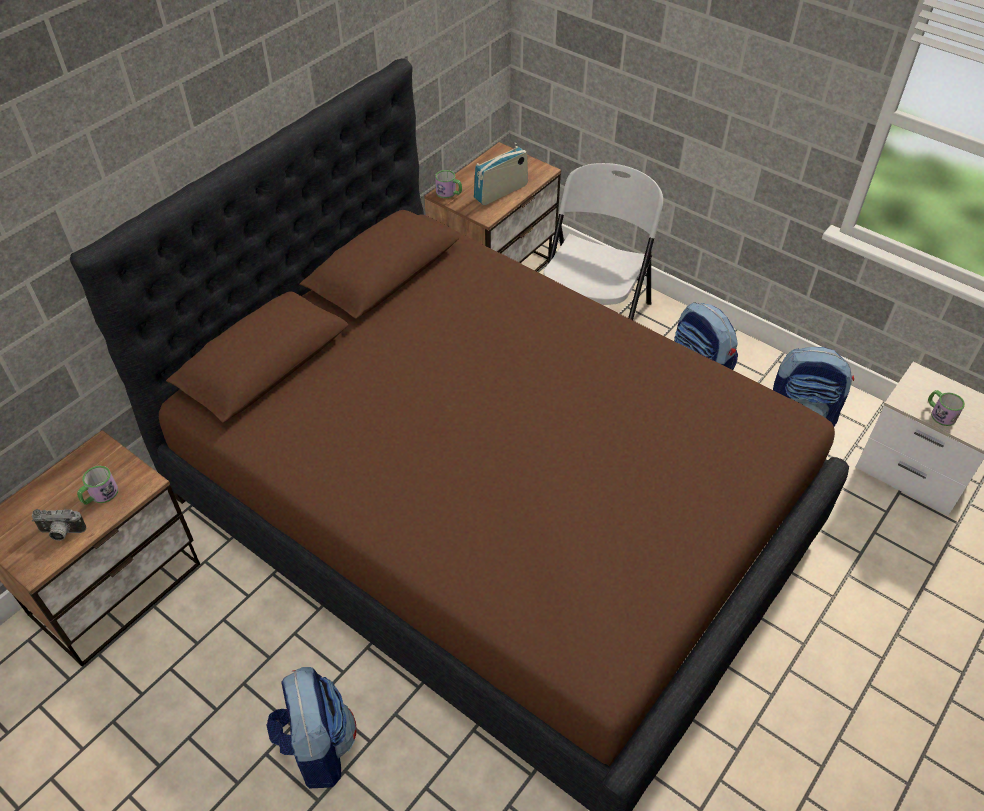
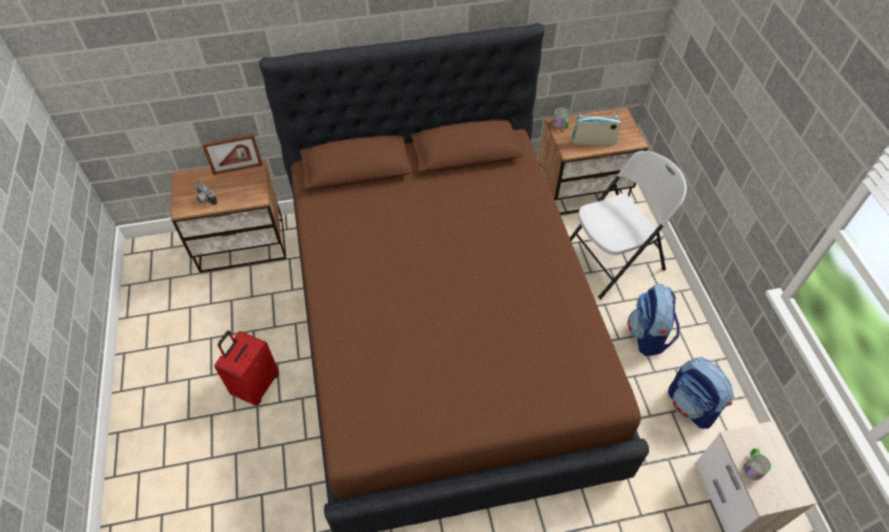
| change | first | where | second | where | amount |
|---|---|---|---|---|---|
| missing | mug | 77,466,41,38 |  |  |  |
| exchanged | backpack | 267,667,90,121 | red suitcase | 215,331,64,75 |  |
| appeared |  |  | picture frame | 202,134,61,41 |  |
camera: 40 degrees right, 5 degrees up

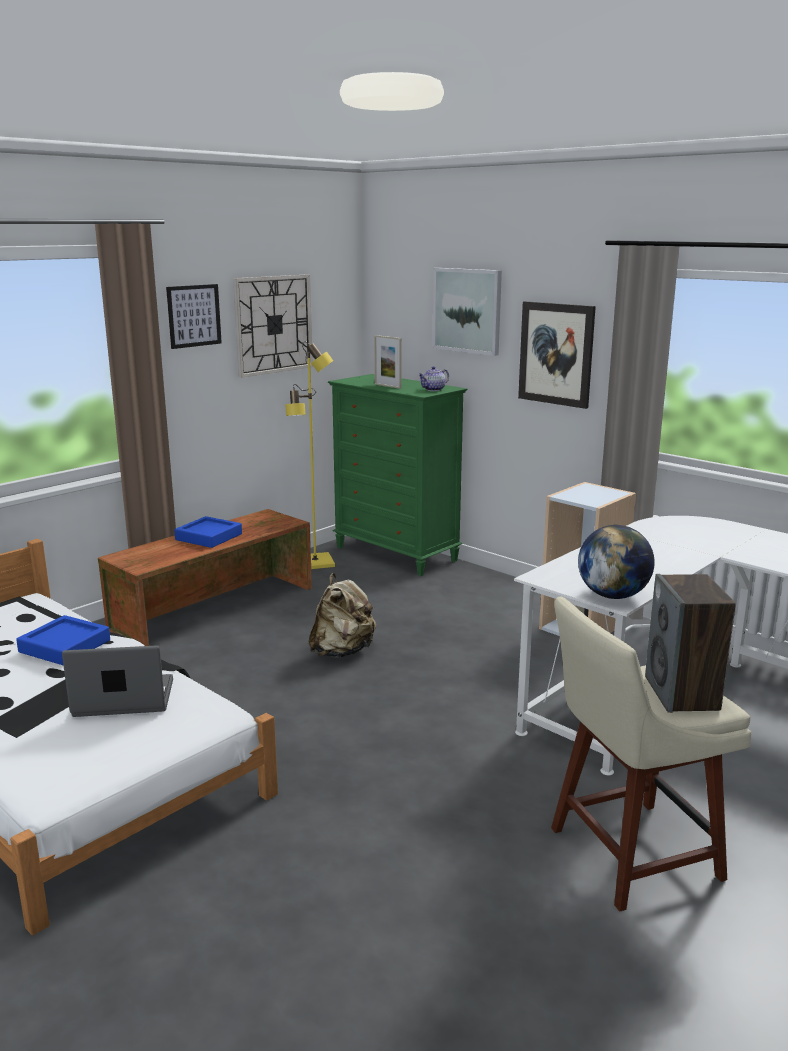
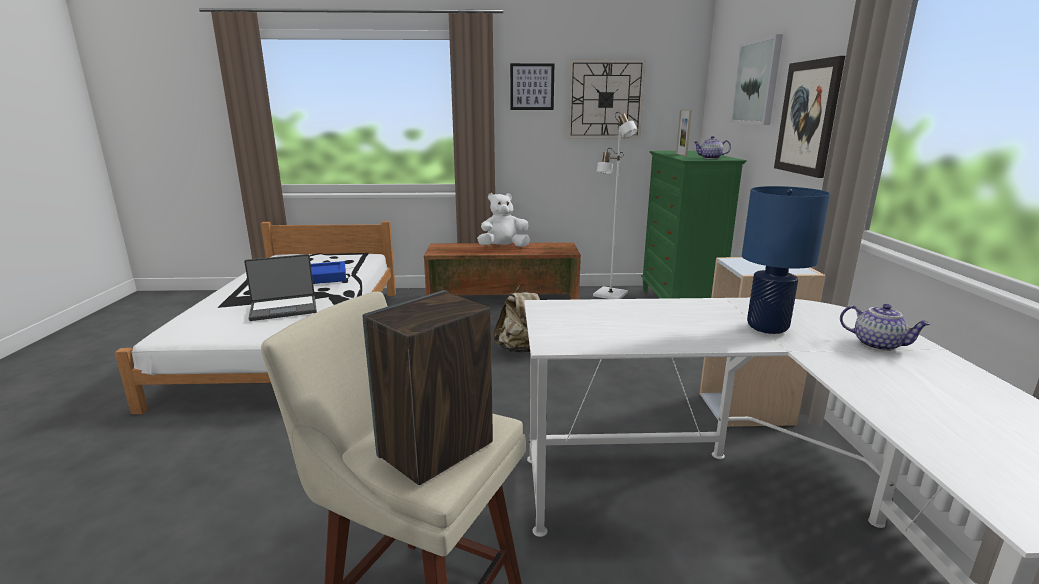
| change | first | where | second | where | amount |
|---|---|---|---|---|---|
| spun | laptop | 62,645,111,72 |  | 244,254,73,67 | 120 degrees clockwise |
| exchanged | blue tray | 174,516,68,32 | white plush toy | 477,193,53,54 |  |
| colour | yellow floor lamp | 285,341,50,228 | white floor lamp | 593,112,45,187 |  |
| missing | globe | 578,525,77,74 |  |  |  |
| appeared |  |  | blue table lamp | 742,186,88,148 |  |
| appeared |  |  | teapot | 840,304,91,47 |  |
camera: 45 degrees right, 0 degrees up

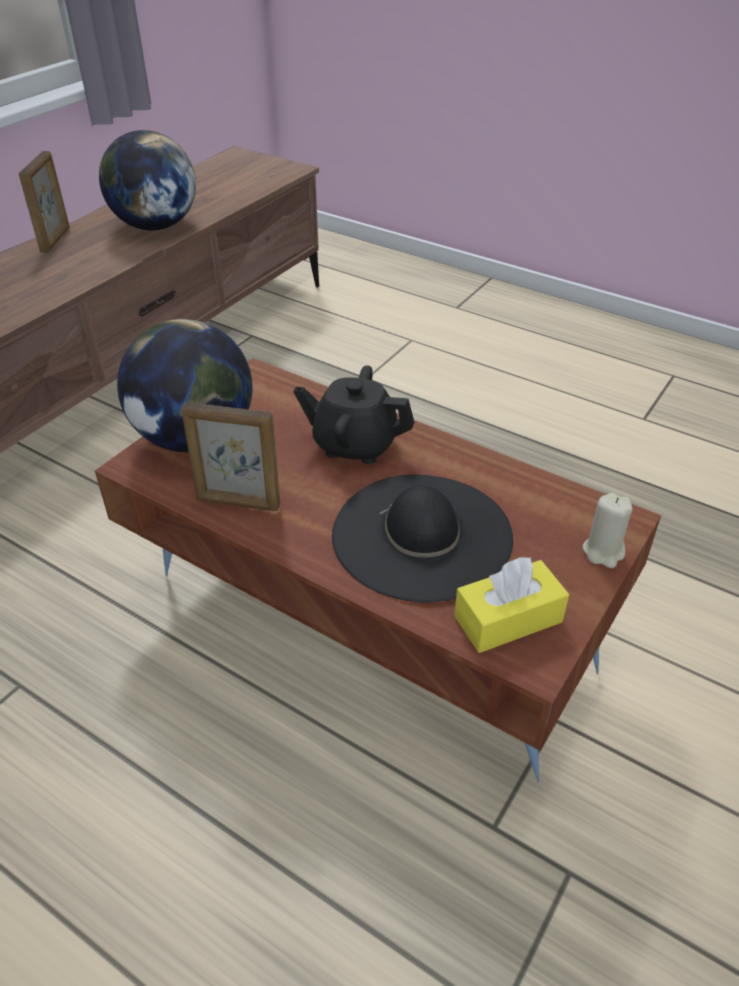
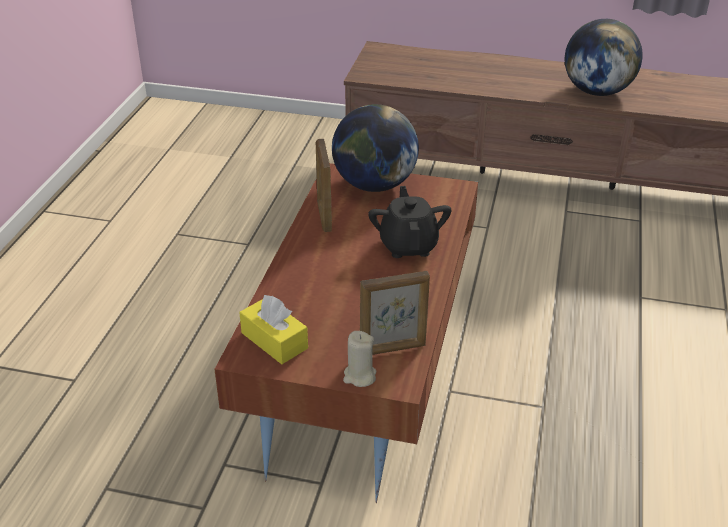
| change | first | where | second | where | amount |
|---|---|---|---|---|---|
| relocated | picture frame | 19,151,51,102 |  | 360,271,70,84 |  |
| missing | black hat | 332,475,181,127 |  |  |  |
camera: 70 degrees right, 5 degrees down

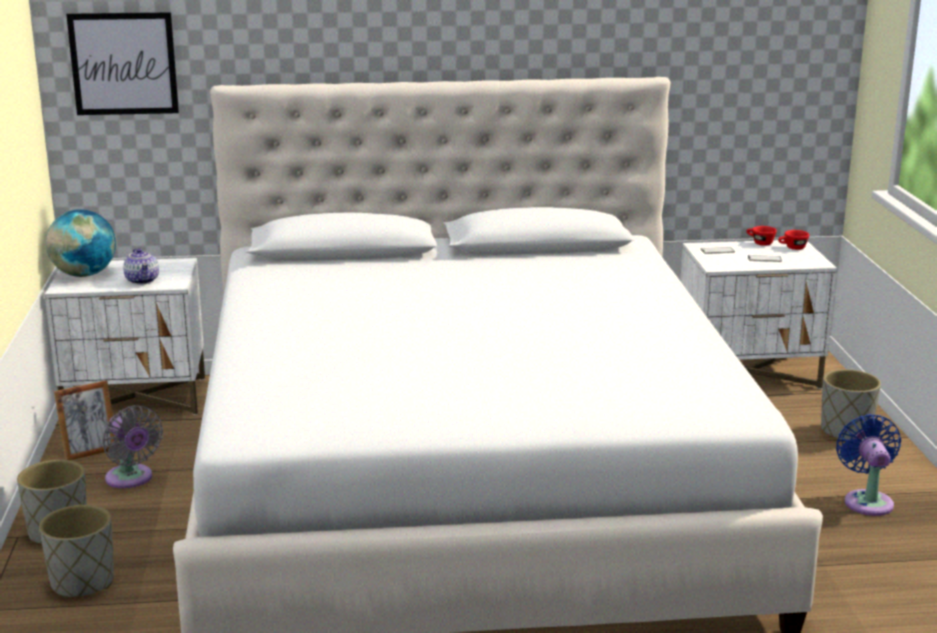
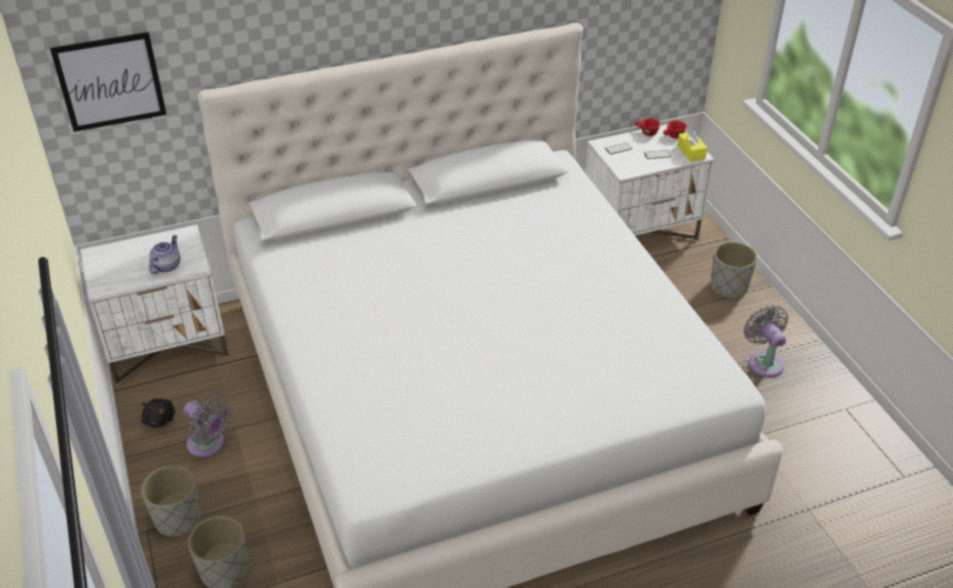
| change | first | where | second | where | amount |
|---|---|---|---|---|---|
| missing | globe | 46,209,70,68 |  |  |  |
| exchanged | picture frame | 54,380,63,80 | black plush toy | 141,399,34,29 |  |
| spun | teapot | 123,248,36,37 |  | 149,235,32,39 | 120 degrees counterclockwise |
| colour | blue fan | 836,414,65,102 | grey fan | 744,305,45,72 |  |
| appeared |  |  | yellow tissue box | 677,129,30,33 |  |
camera: 15 degrees left, 20 degrees up

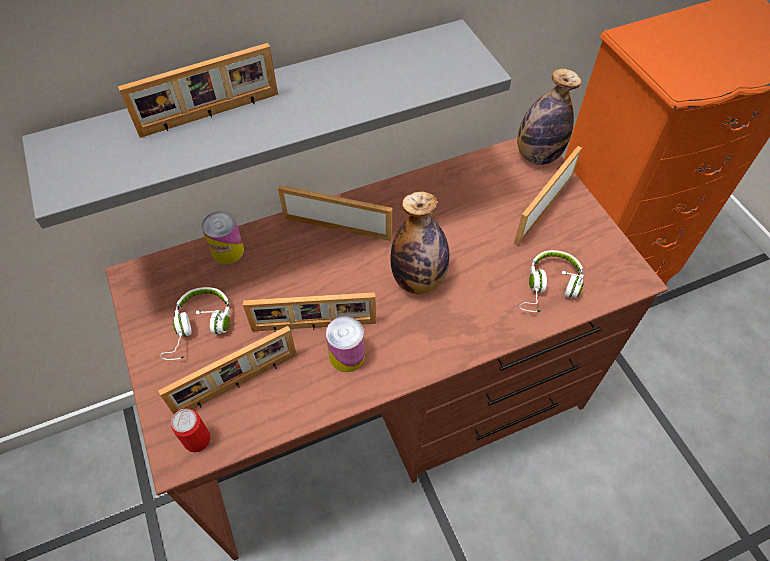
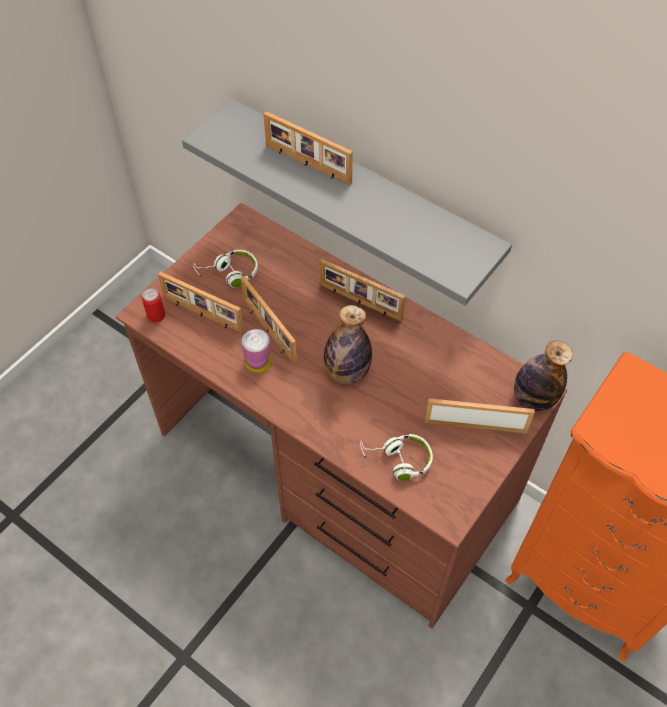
| change | first | where | second | where | amount |
|---|---|---|---|---|---|
| missing | can | 202,211,42,53 |  |  |  |
| spun | picture frame | 278,185,114,56 |  | 320,259,85,62 | 135 degrees clockwise |
camera: 60 degrees right, 0 degrees up

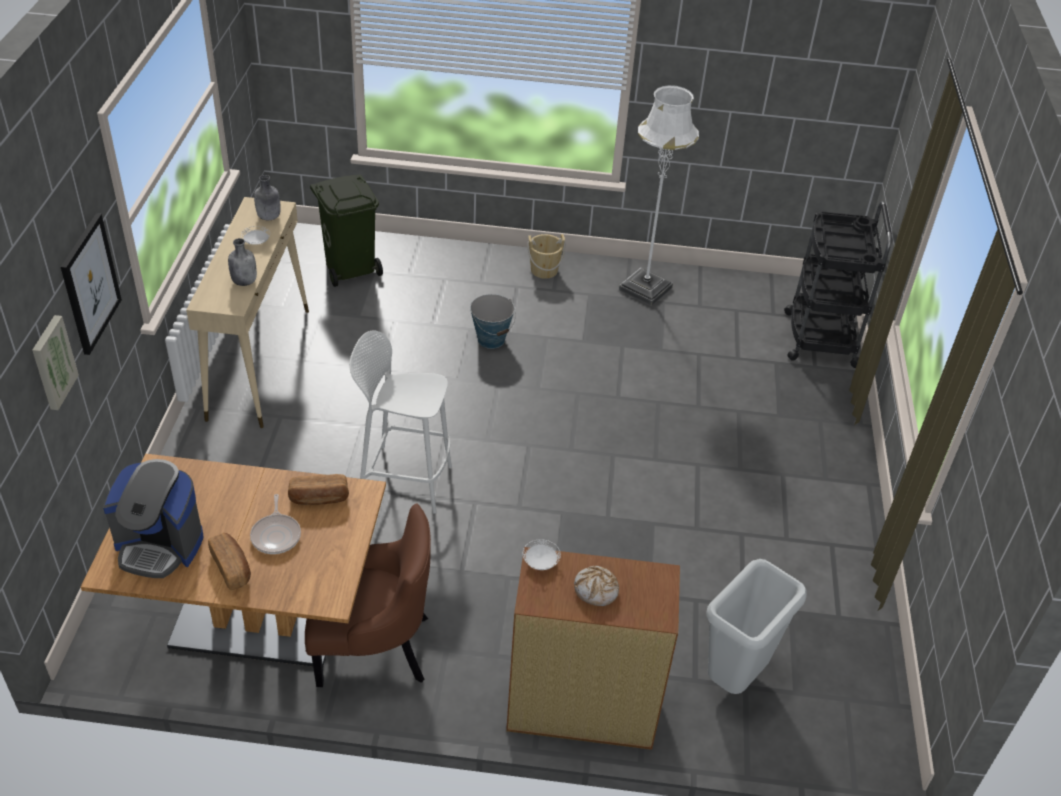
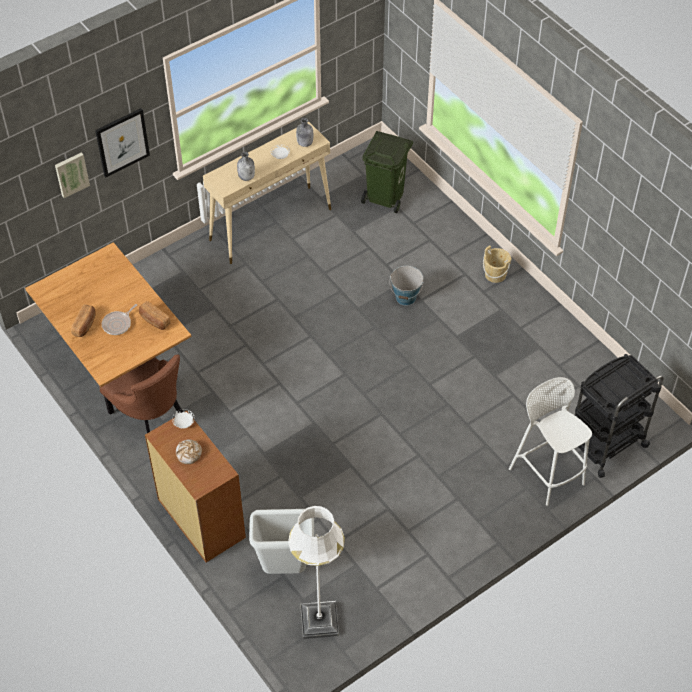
| change | first | where | second | where | amount |
|---|---|---|---|---|---|
| missing | coffee machine | 103,459,101,119 |  |  |  |
| relocated | white stool | 349,330,103,184 |  | 509,377,83,129 |  |
| relocated | white floor lamp | 619,85,80,221 |  | 288,506,57,133 |  |
camera: 50 degrees right, 10 degrees up

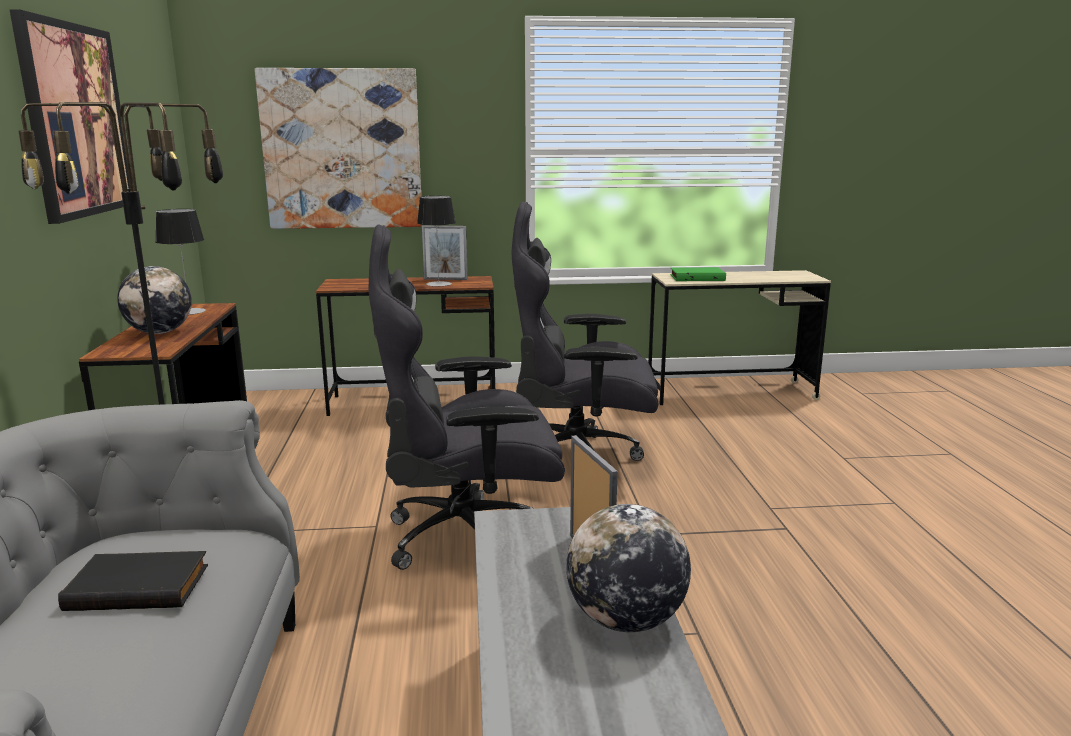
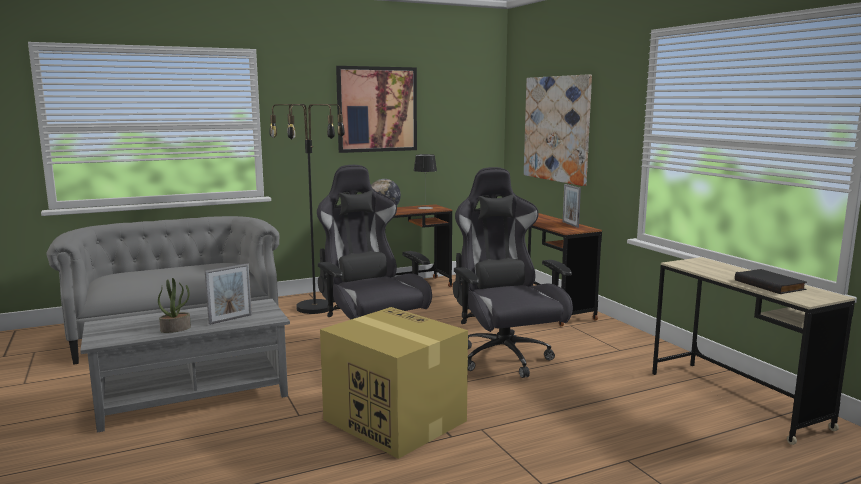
| change | first | where | second | where | amount |
|---|---|---|---|---|---|
| relocated | black book | 58,551,150,60 |  | 735,269,72,25 |  |
| missing | table lamp | 417,196,39,91 |  |  |  |
| exchanged | globe | 566,504,125,128 | potted plant | 158,278,33,55 |  |
| missing | green book | 670,267,56,14 |  |  |  |
| appeared |  |  | cardboard box | 320,307,148,152 |  |
camera: 70 degrees right, 5 degrees down

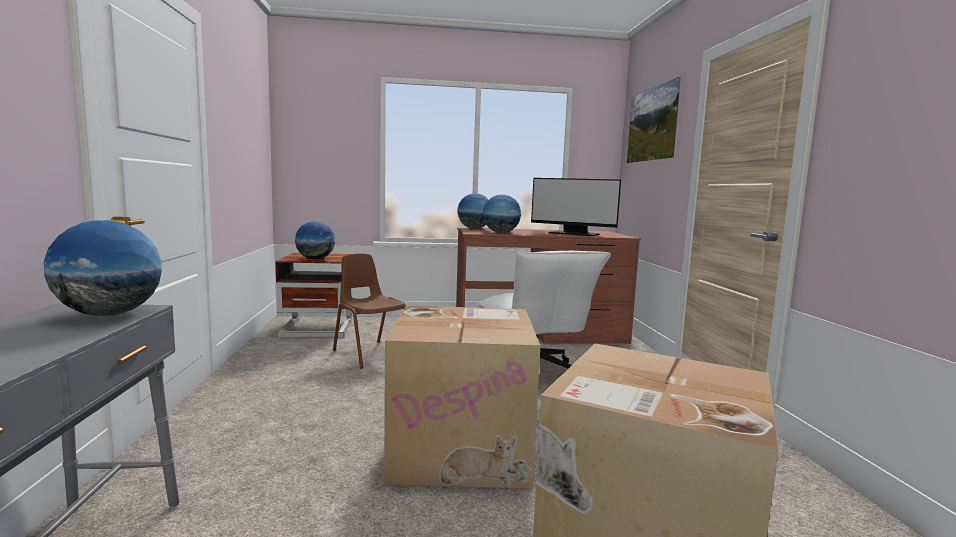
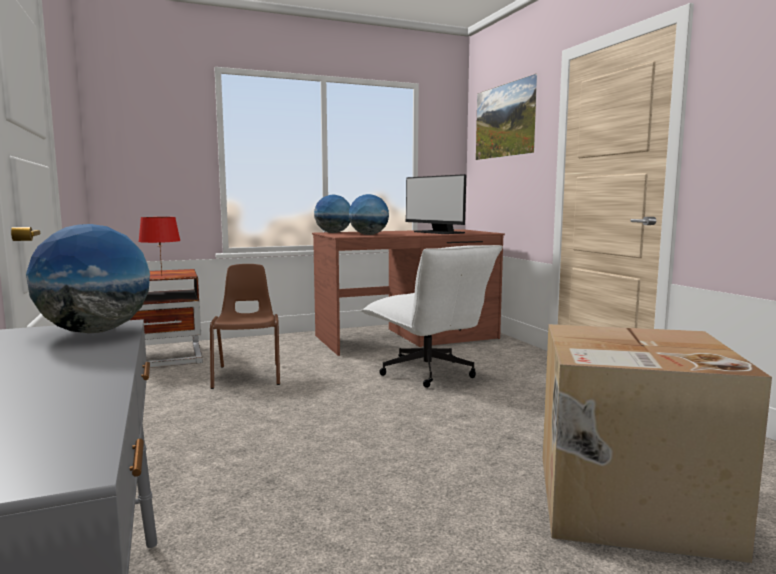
| change | first | where | second | where | amount |
|---|---|---|---|---|---|
| exchanged | globe | 295,221,40,39 | red table lamp | 138,217,43,57 |  |
| spun | brown chair | 333,253,73,116 |  | 210,264,70,125 | 45 degrees clockwise |
| missing | cardboard box | 384,305,157,184 |  |  |  |
| spun | monitor | 531,178,90,58 |  | 406,174,60,60 | 45 degrees clockwise |
camera: 15 degrees left, 0 degrees up

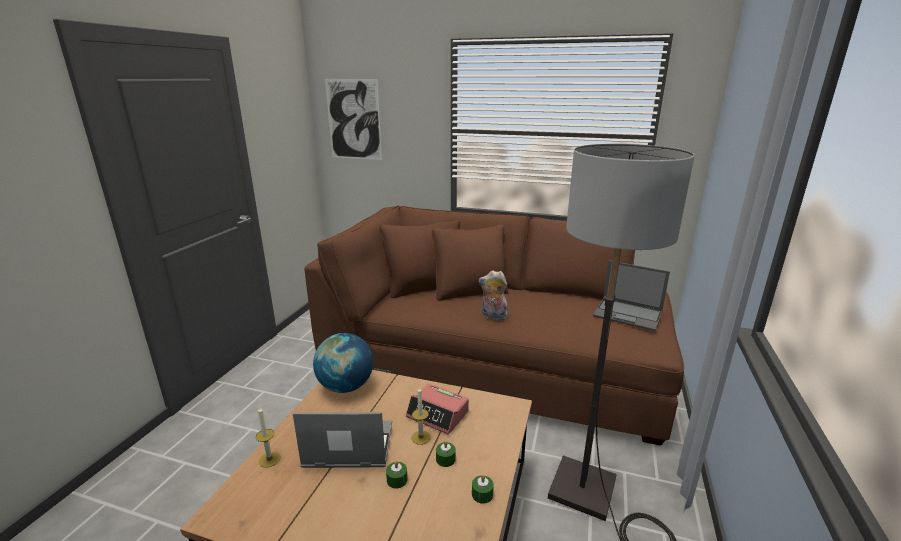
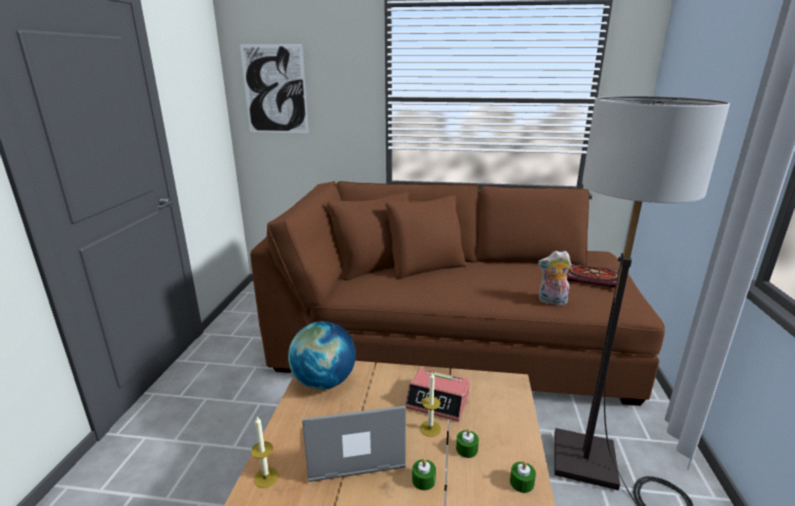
| change | first | where | second | where | amount |
|---|---|---|---|---|---|
| relocated | plush toy | 479,271,29,49 |  | 538,251,33,56 |  |
| exchanged | laptop | 593,261,77,70 | book | 567,264,52,23 |  |
camera: 10 degrees left, 0 degrees up

